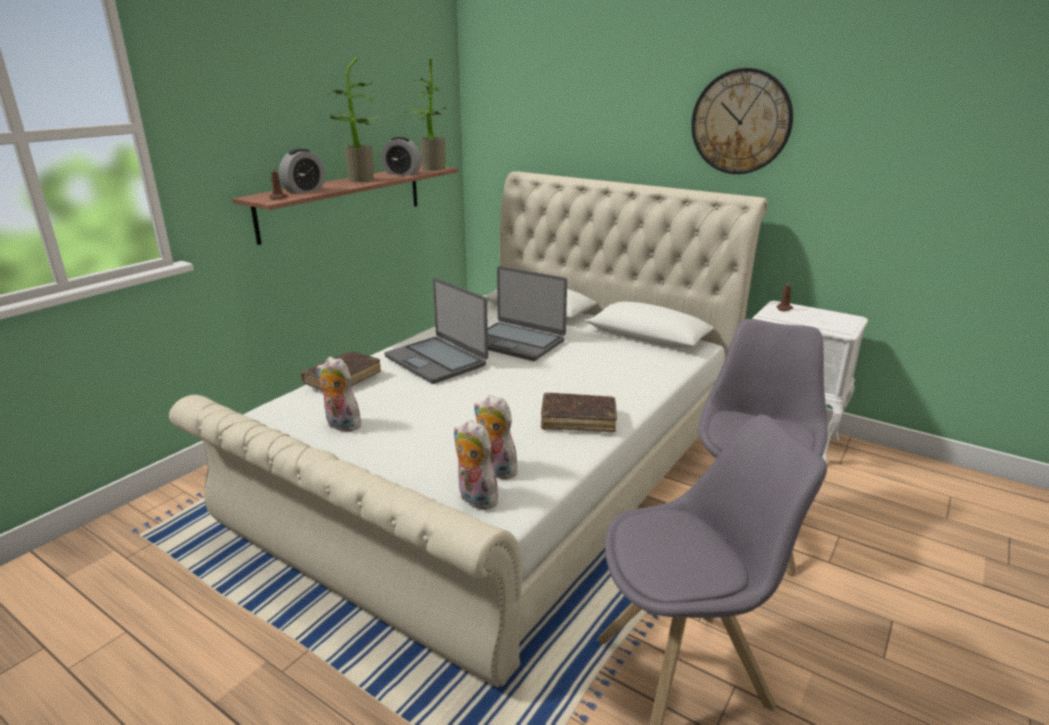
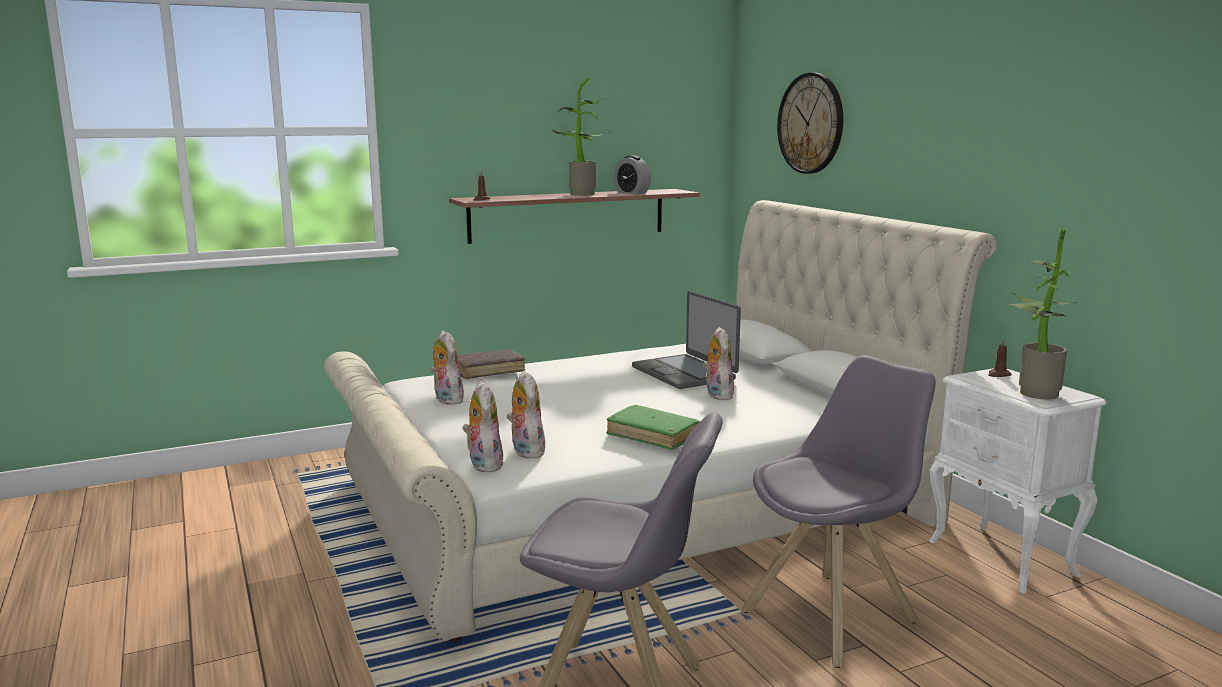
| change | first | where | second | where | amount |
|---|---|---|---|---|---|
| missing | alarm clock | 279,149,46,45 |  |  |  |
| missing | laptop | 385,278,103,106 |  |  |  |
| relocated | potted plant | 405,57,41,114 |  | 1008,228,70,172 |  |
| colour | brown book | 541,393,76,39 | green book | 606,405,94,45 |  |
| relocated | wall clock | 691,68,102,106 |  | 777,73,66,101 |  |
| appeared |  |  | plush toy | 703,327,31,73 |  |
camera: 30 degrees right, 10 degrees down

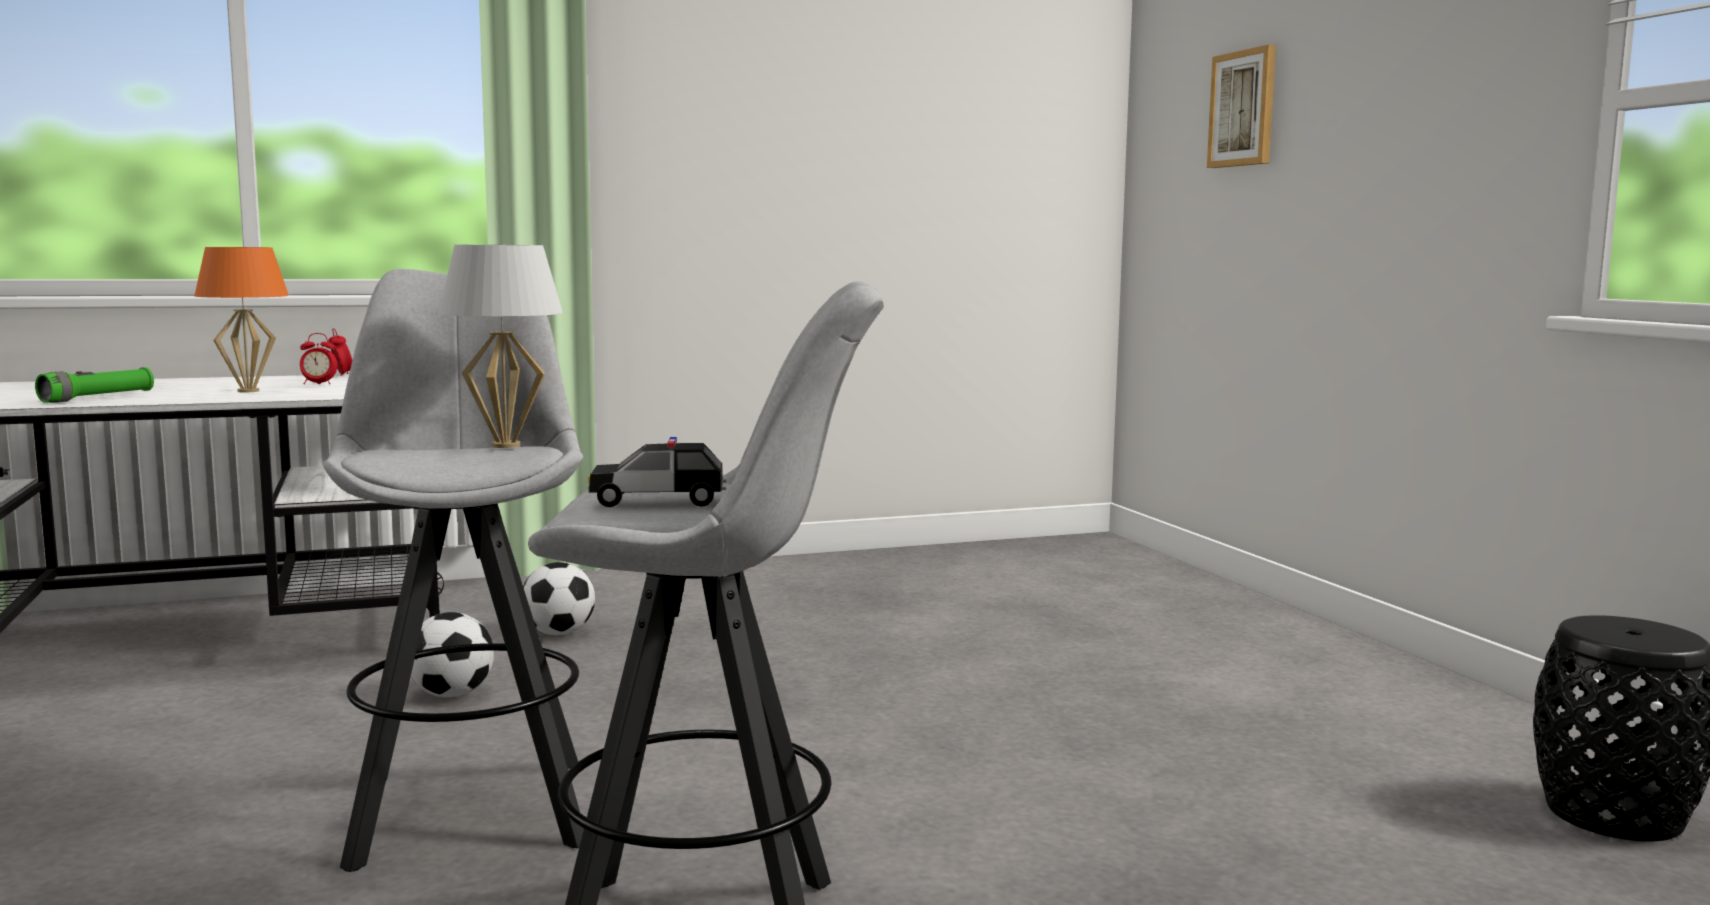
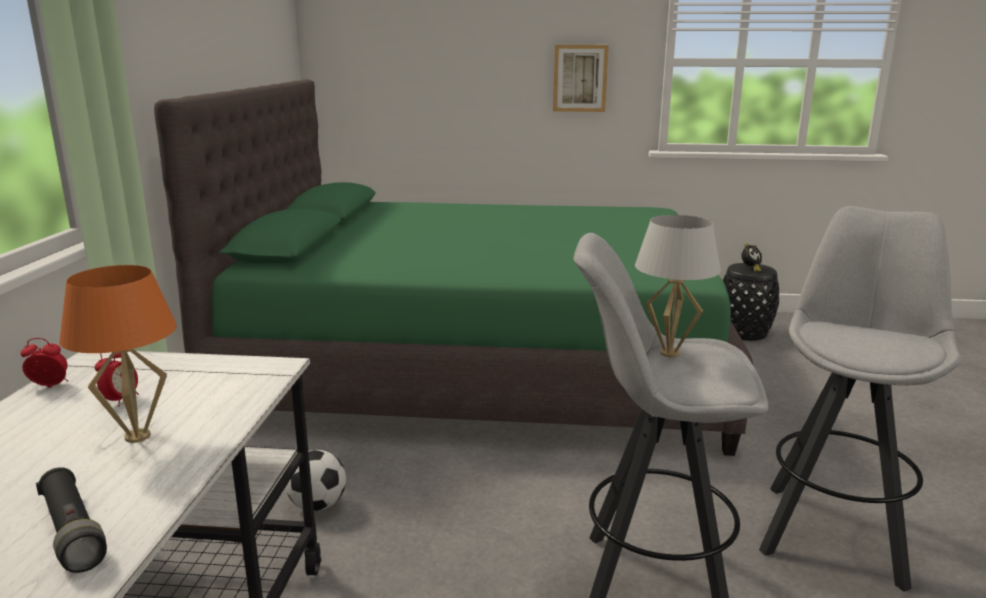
| change | first | where | second | where | amount |
|---|---|---|---|---|---|
| colour | green flashlight | 35,367,119,36 | black flashlight | 36,467,71,106 |  |
| missing | football | 411,612,83,86 |  |  |  |
| missing | toy car | 588,437,138,70 |  |  |  |
| relocated | picture | 1207,44,69,124 |  | 553,45,56,67 |  |
| appeared |  |  | green bed | 154,79,599,377 |  |
| appeared |  |  | alarm clock | 742,243,20,29 |  |
camera: 65 degrees left, 10 degrees up

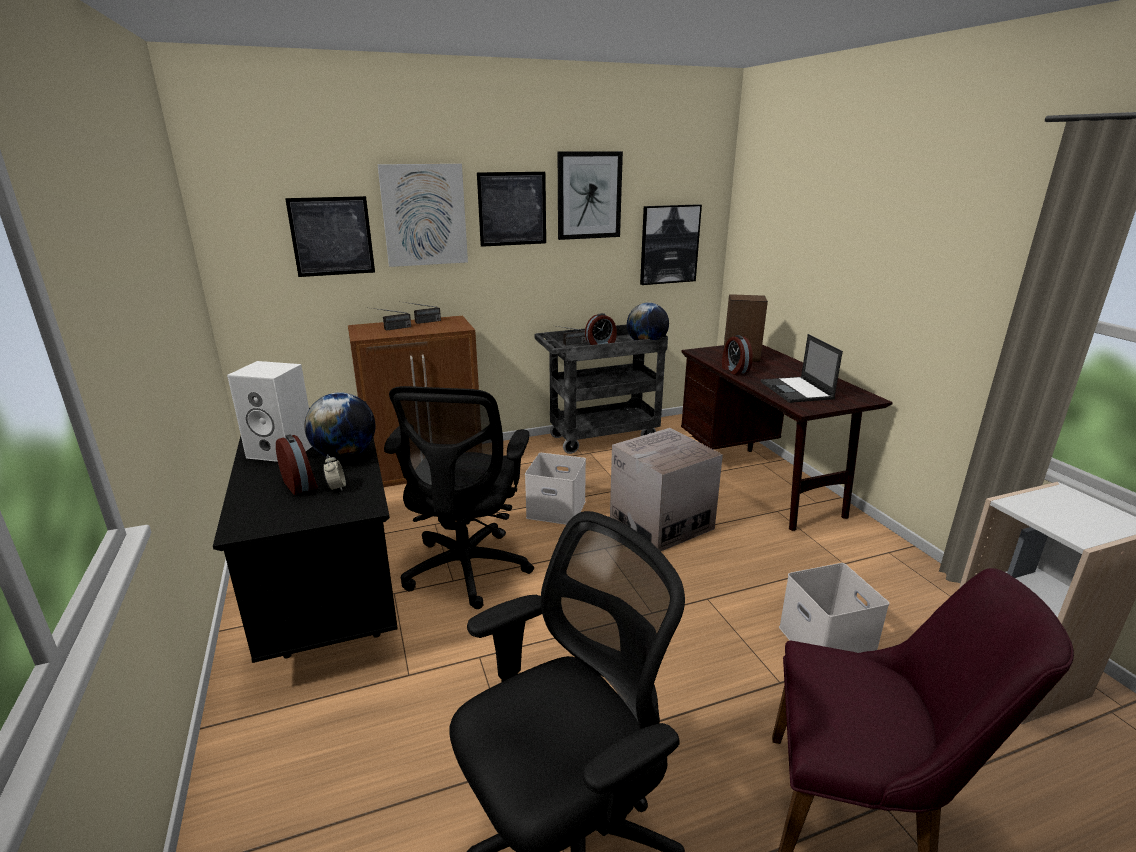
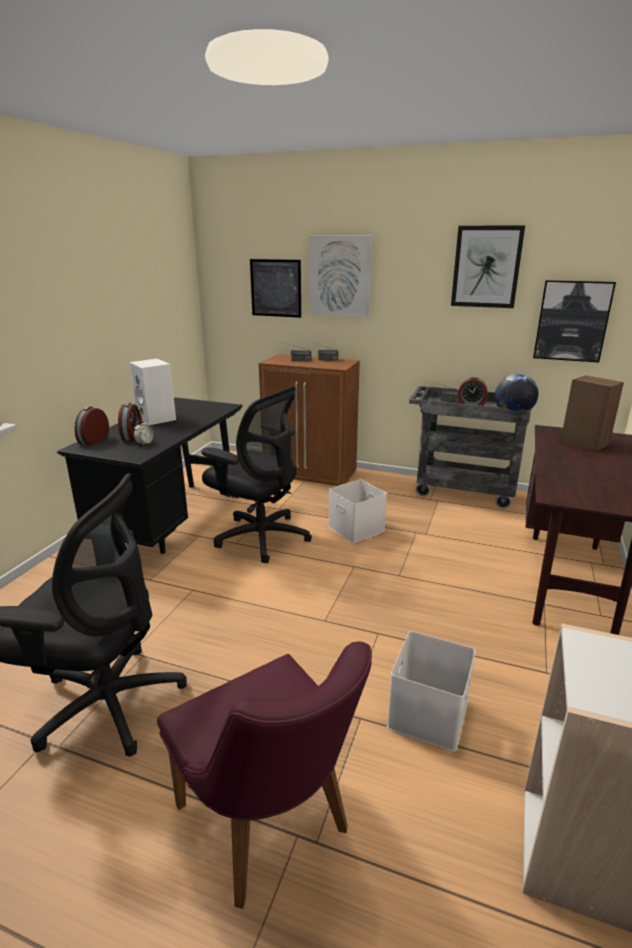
| change | first | where | second | where | amount |
|---|---|---|---|---|---|
| missing | globe | 305,392,70,67 |  |  |  |
| spun | black office chair | 384,386,150,223 |  | 201,386,111,177 | 105 degrees counterclockwise |
| missing | picture | 477,172,69,75 |  |  |  |
| missing | cardboard box | 610,428,113,123 |  |  |  |
| relocated | alarm clock | 722,335,31,40 |  | 75,406,34,40 |  |
| missing | laptop | 761,334,82,69 |  |  |  |
camera: 40 degrees right, 0 degrees up

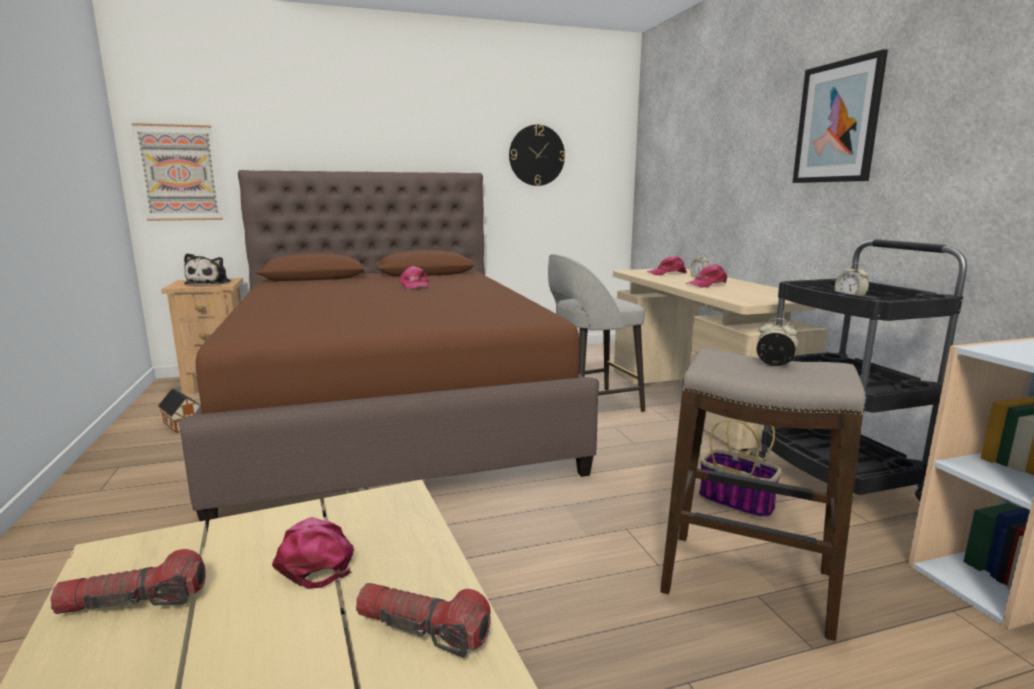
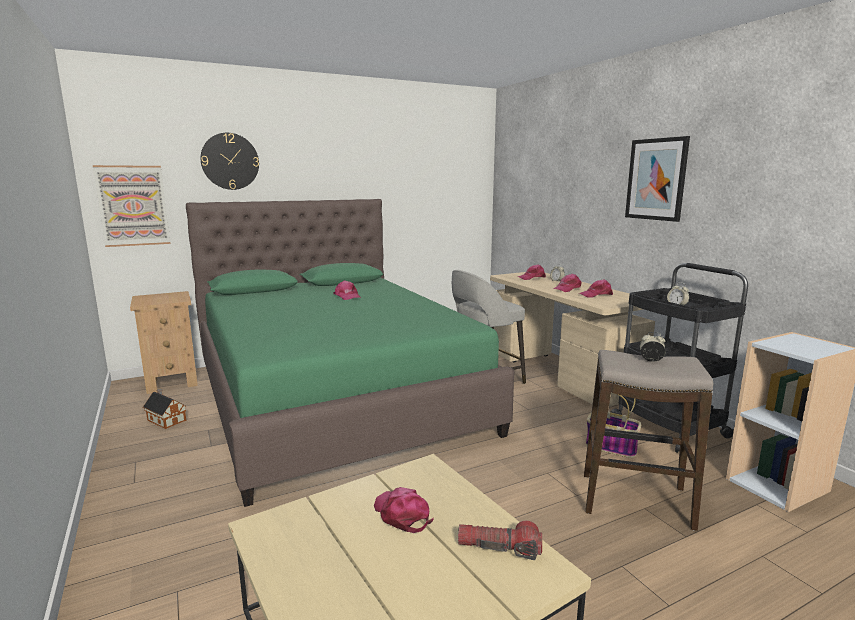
| change | first | where | second | where | amount |
|---|---|---|---|---|---|
| missing | flashlight | 50,549,156,65 |  |  |  |
| colour | brown bed | 179,170,420,362 | green bed | 186,199,329,308 |  |
| missing | plush toy | 184,253,47,31 |  |  |  |
| relocated | wall clock | 509,125,56,61 |  | 201,133,58,57 |  |
| appeared |  |  | pink cap | 579,279,34,19 |  |
camera: 10 degrees left, 0 degrees up

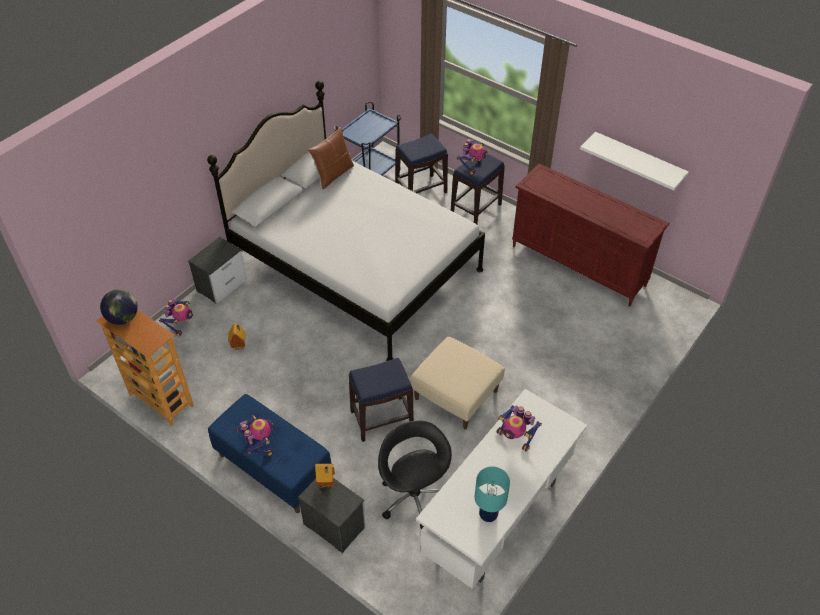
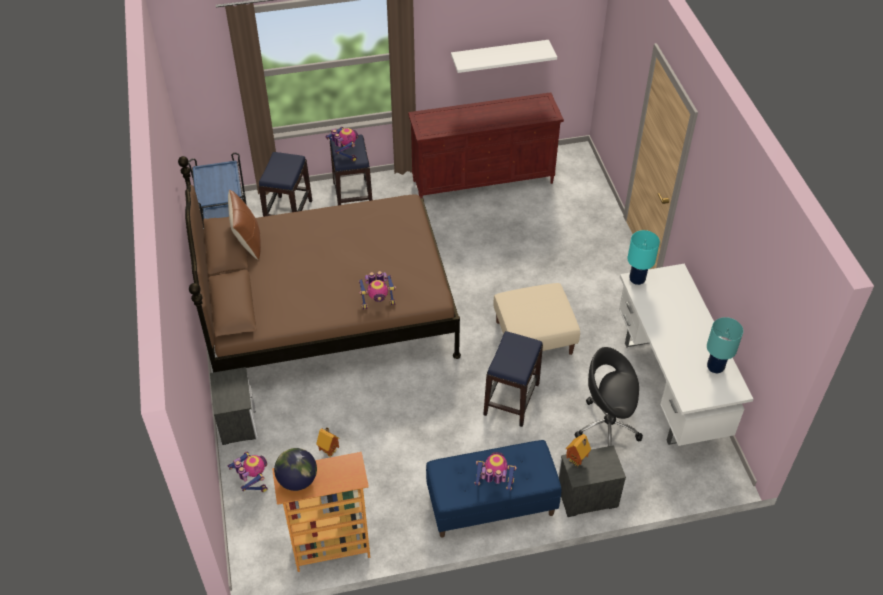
| change | first | where | second | where | amount |
|---|---|---|---|---|---|
| colour | white bed | 207,81,278,280 | brown bed | 178,156,283,217 |  |
| relocated | toy robot | 496,405,46,46 |  | 358,271,38,39 |  |
| appeared |  |  | turquoise table lamp | 627,230,33,55 |  |
camera: 50 degrees left, 0 degrees up

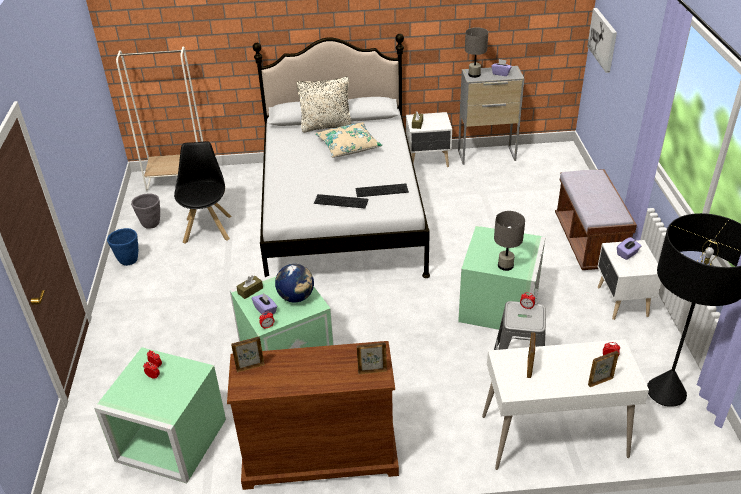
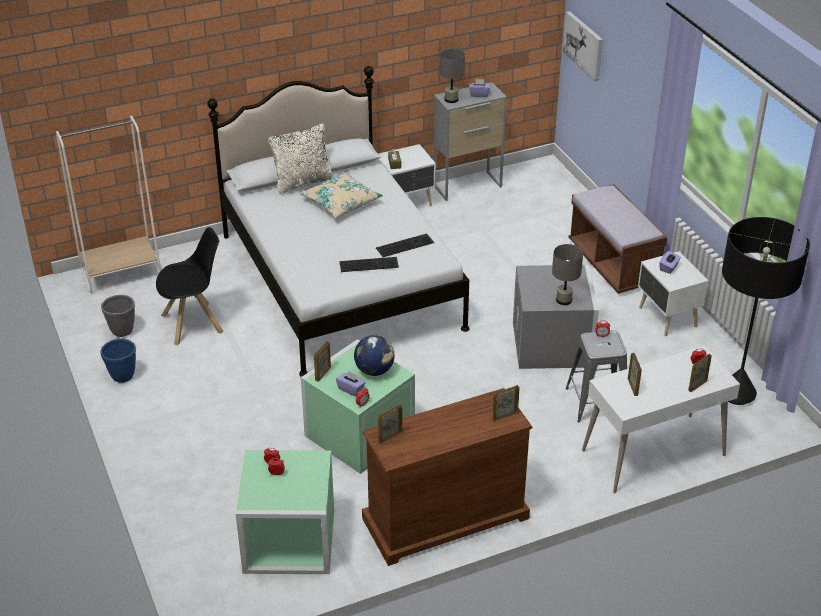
| change | first | where | second | where | amount |
|---|---|---|---|---|---|
| spun | black chair | 174,141,58,103 |  | 156,227,68,118 | 90 degrees clockwise |
| exchanged | brown tissue box | 236,276,27,23 | picture frame | 314,341,17,41 |  |
| colour | green storage box | 458,226,87,104 | grey storage box | 513,265,86,104 |  |
camera: 20 degrees left, 0 degrees up

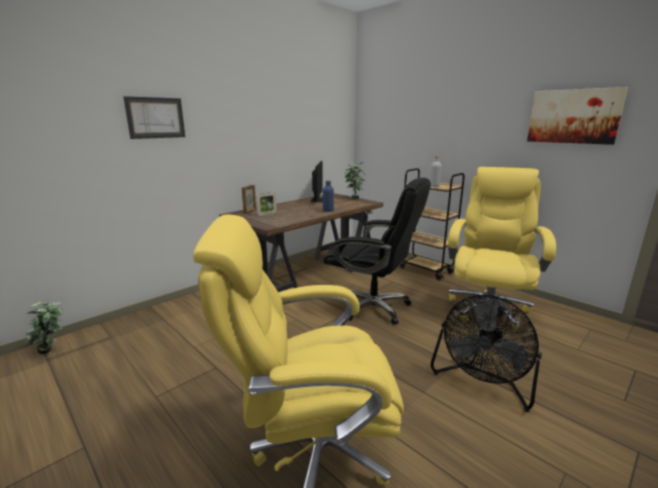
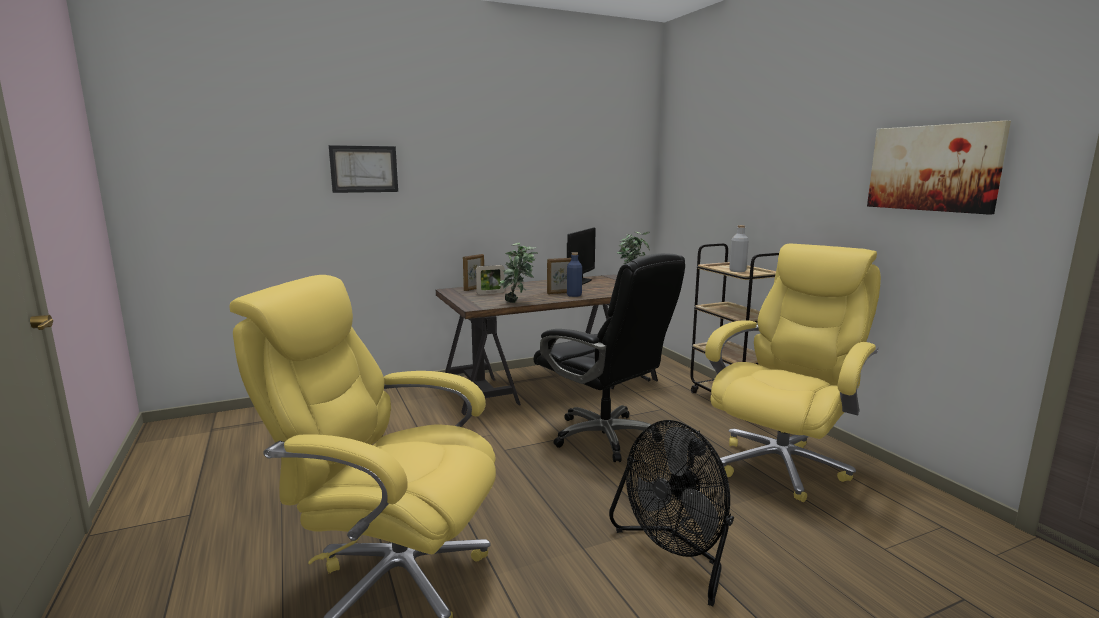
| change | first | where | second | where | amount |
|---|---|---|---|---|---|
| relocated | potted plant | 25,302,38,52 |  | 498,243,40,60 |  |
| appeared |  |  | picture frame | 547,258,24,36 |  |
camera: 20 degrees right, 5 degrees down

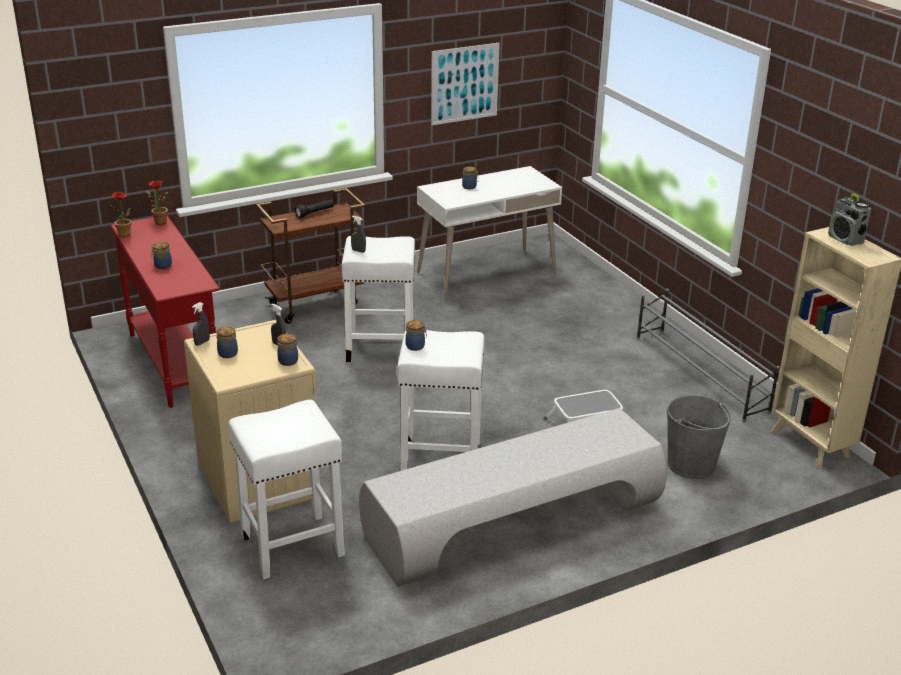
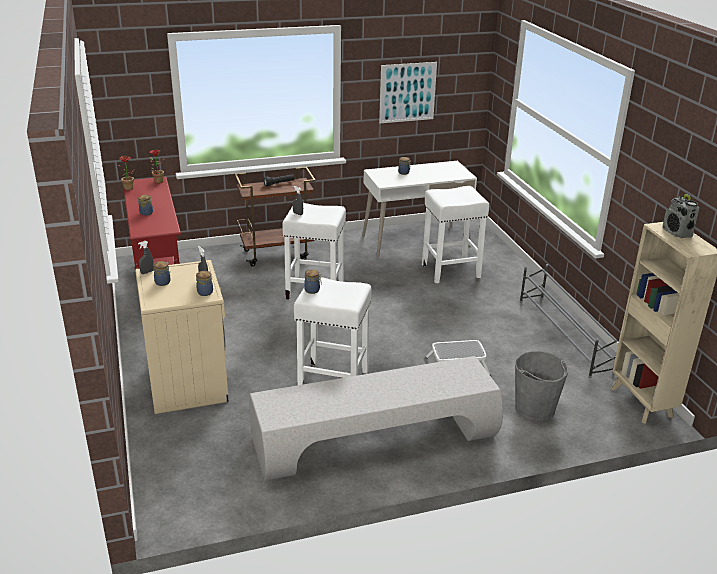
| change | first | where | second | where | amount |
|---|---|---|---|---|---|
| relocated | white stool | 229,400,116,179 |  | 422,186,67,97 |  |
camera: 10 degrees right, 0 degrees up

